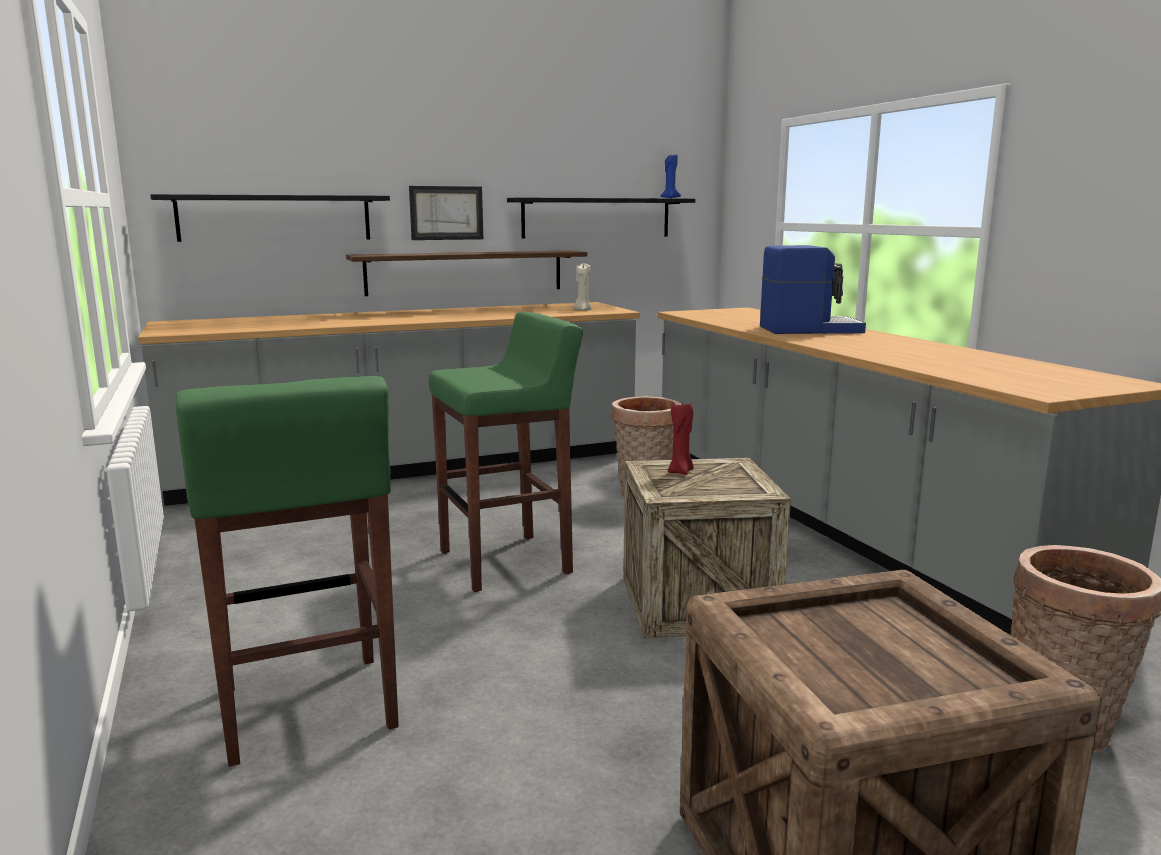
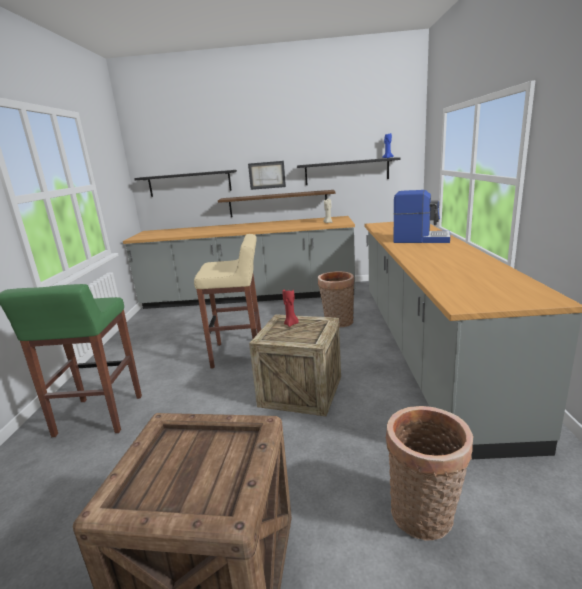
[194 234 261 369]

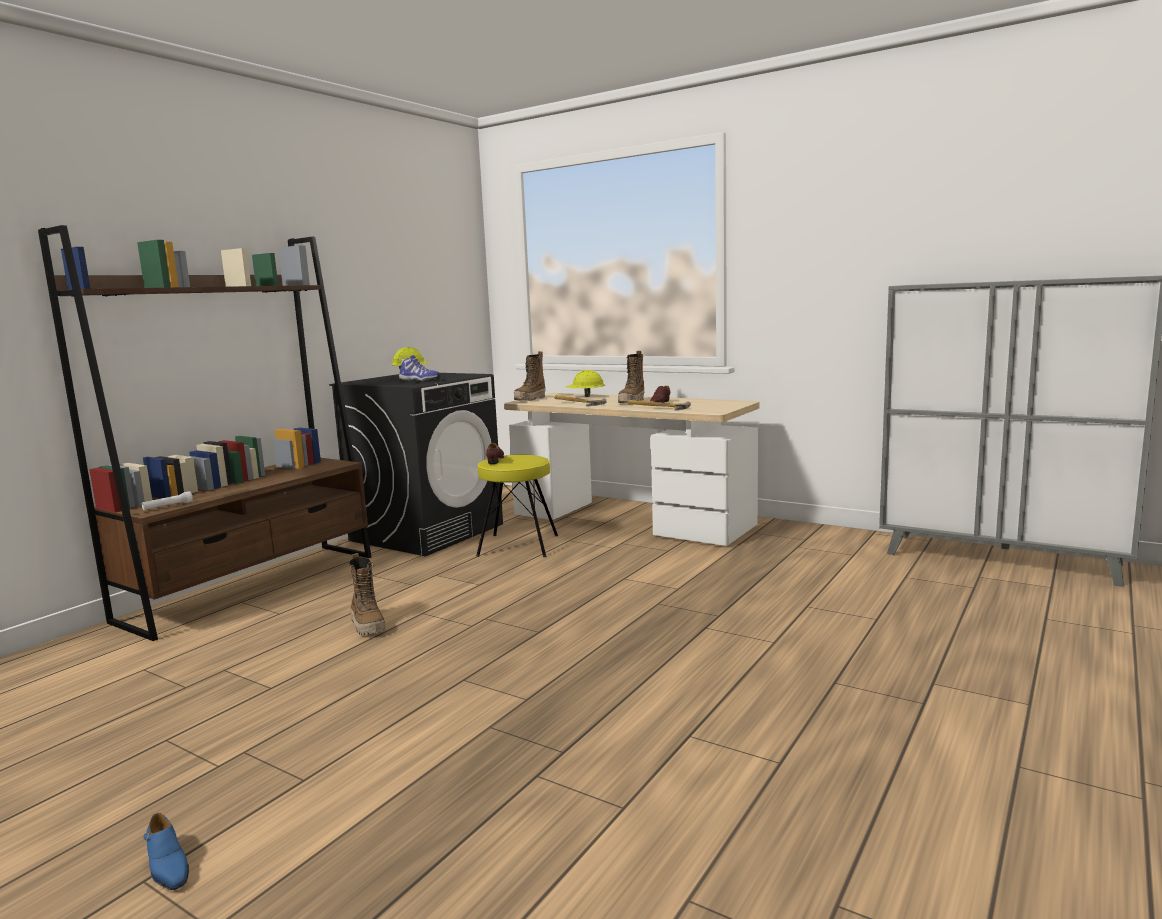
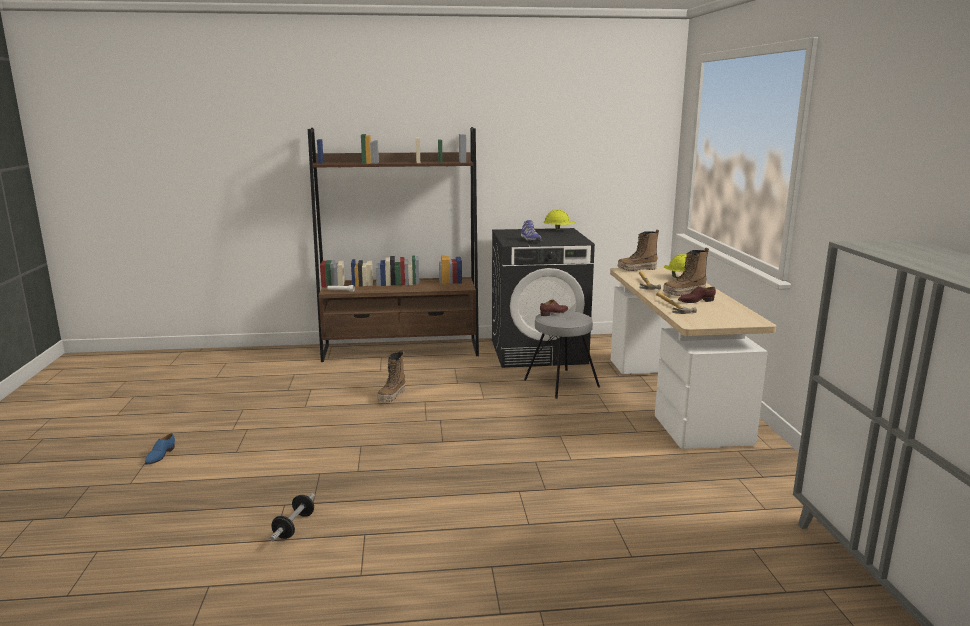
[524 311 600 399]
[270 493 315 541]

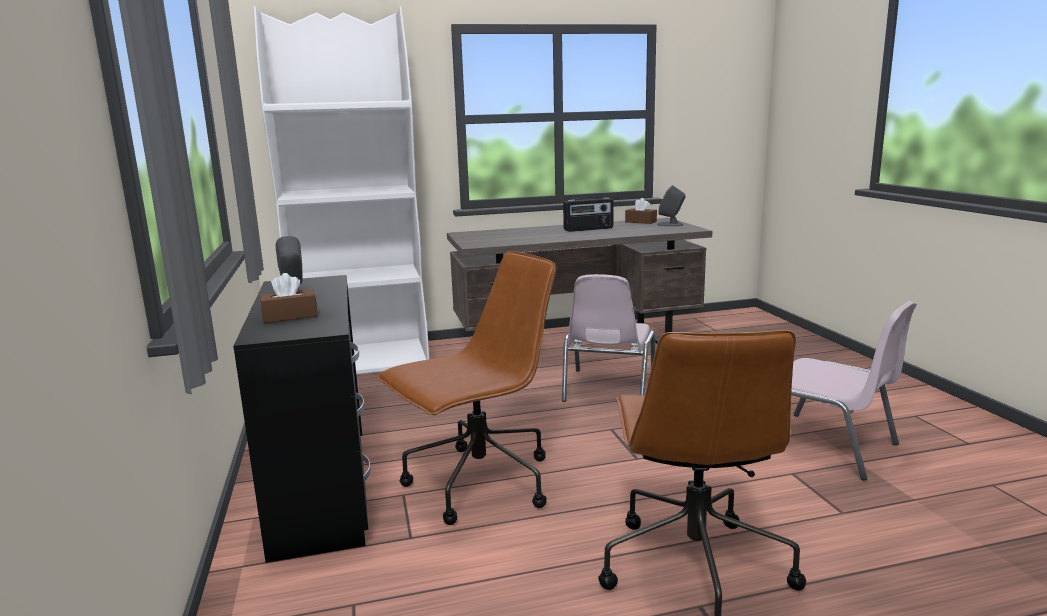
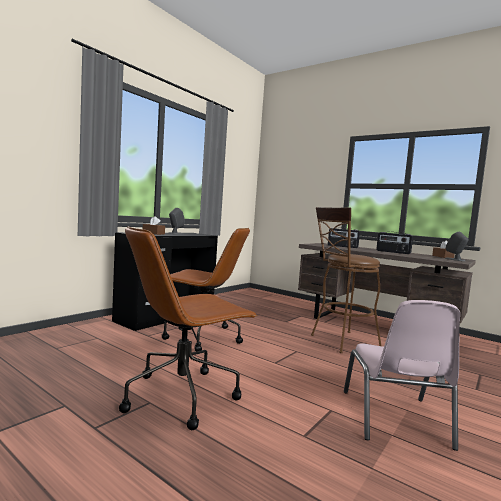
[254 6 429 375] (first image)
[311 207 382 353]
[328 228 360 248]

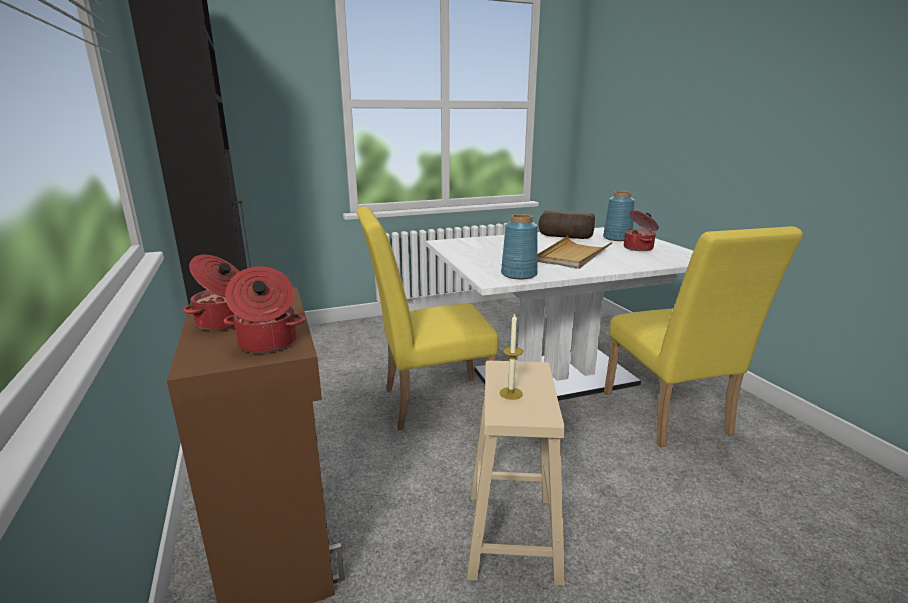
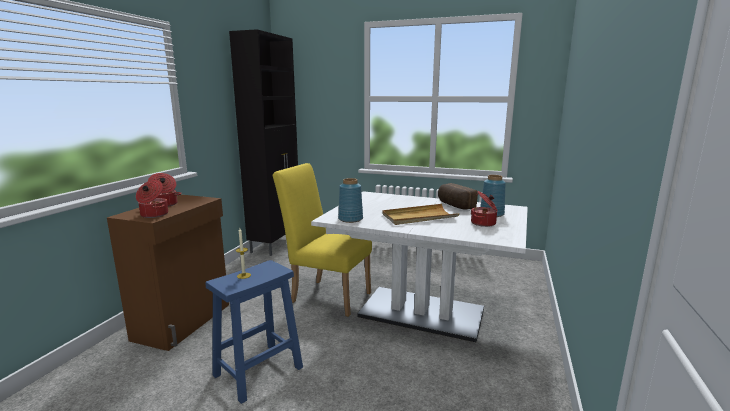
[205 260 303 404]
[604 226 803 447] (first image)

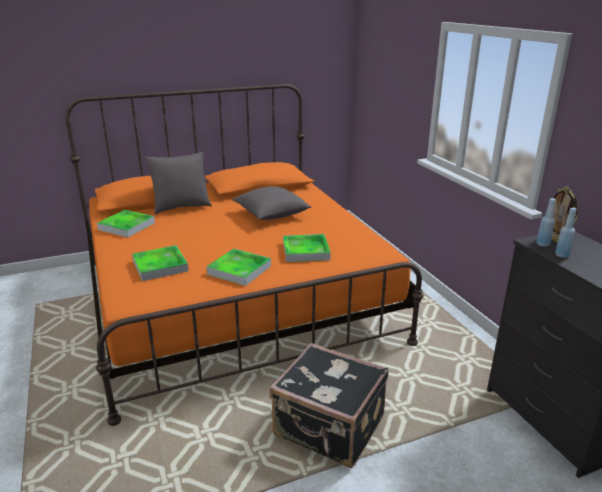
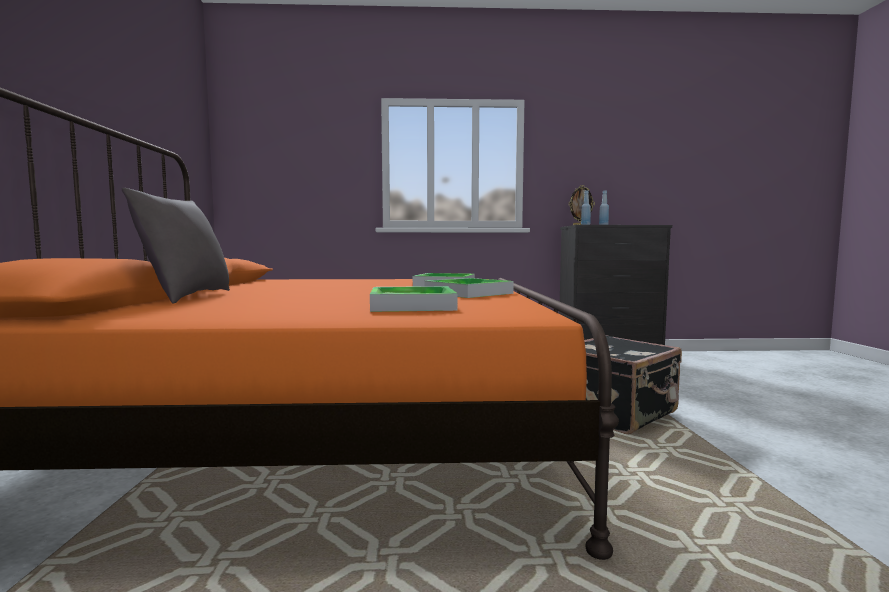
[97 210 155 237] (first image)
[232 186 311 220] (first image)

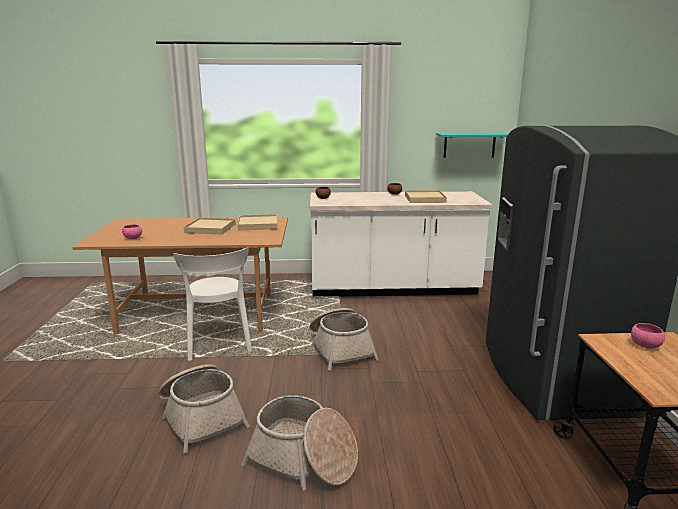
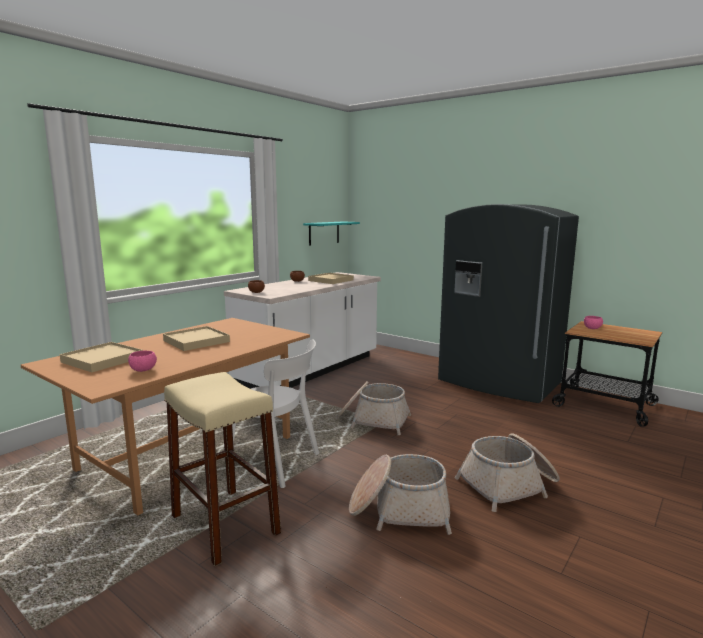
[60 342 143 372]
[164 372 281 566]

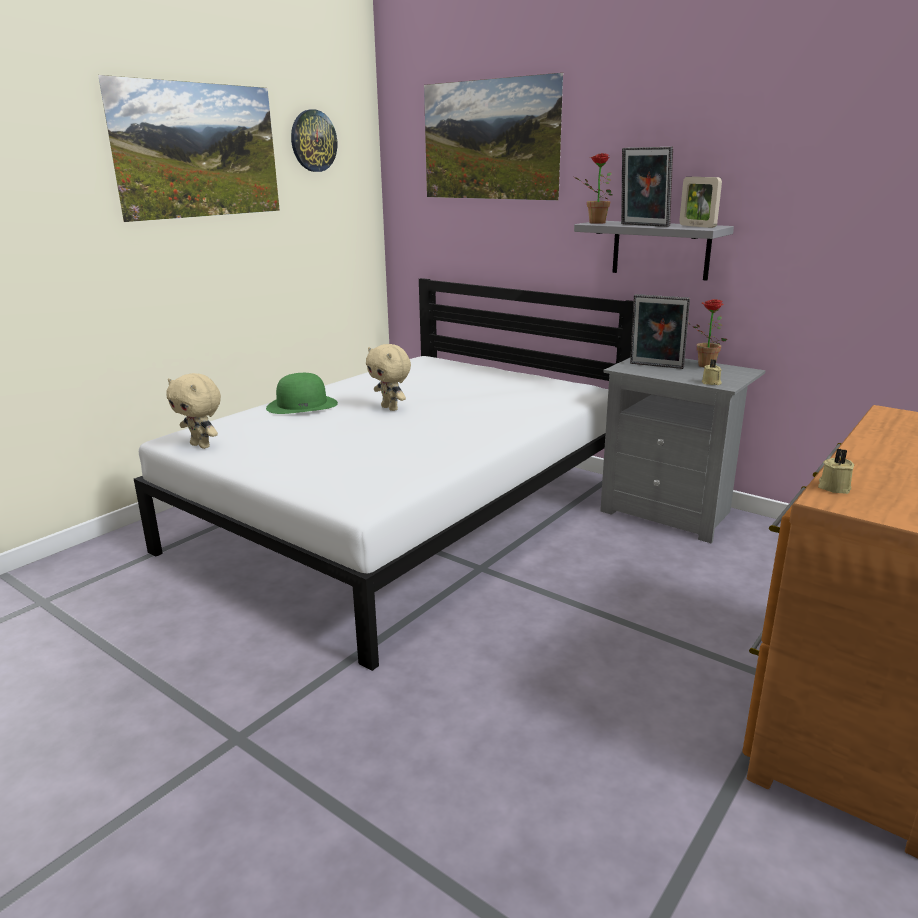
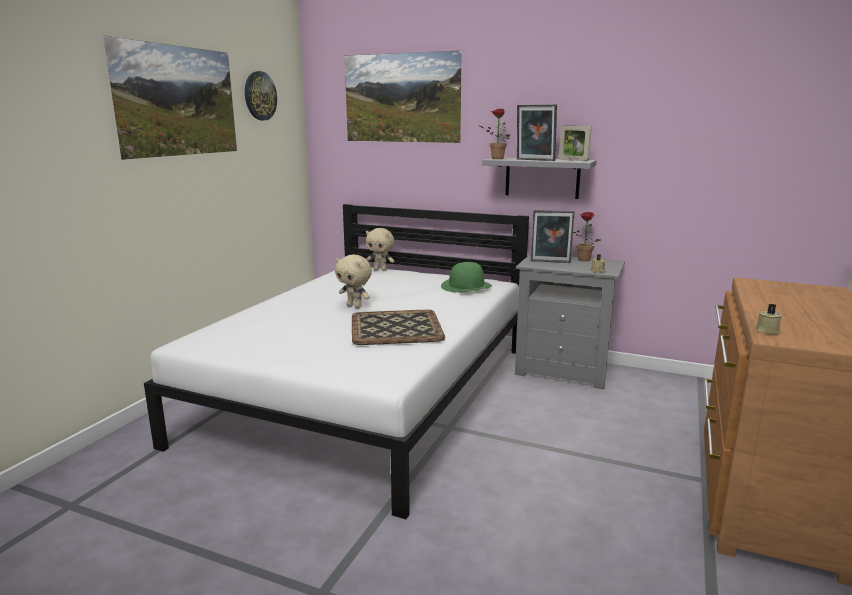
[366 228 395 271]
[441 262 492 293]
[352 309 445 345]

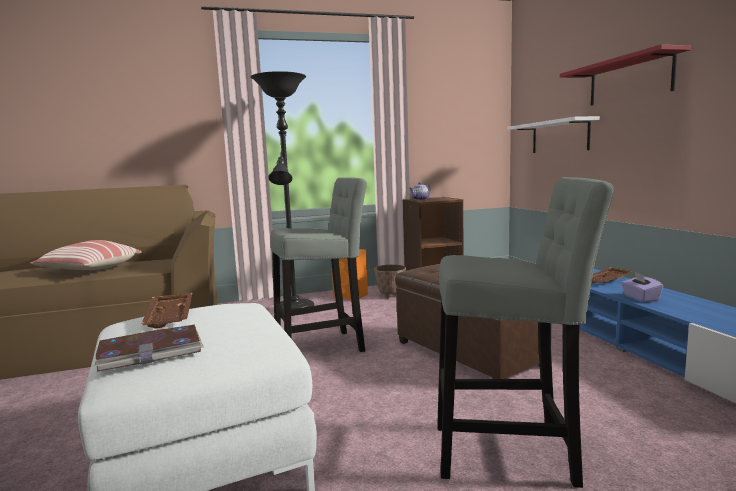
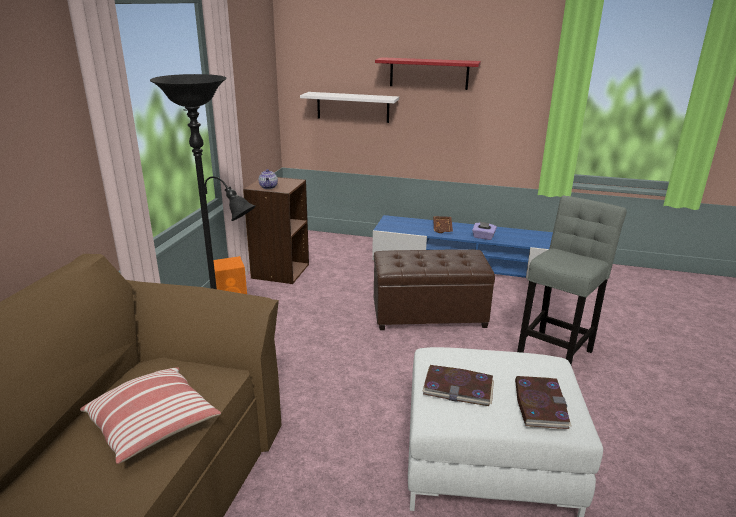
[422 365 494 406]
[270 177 367 352] (first image)
[374 265 406 299] (first image)

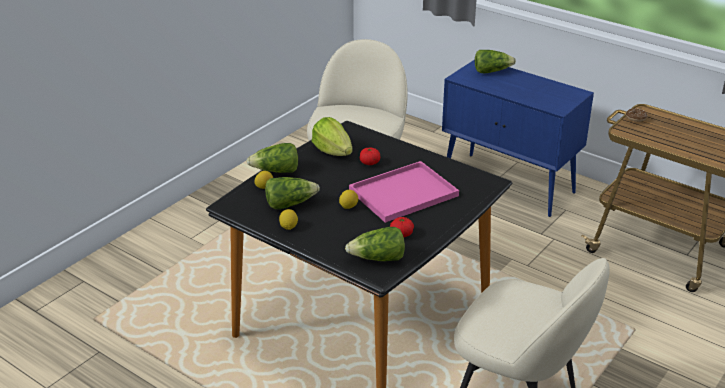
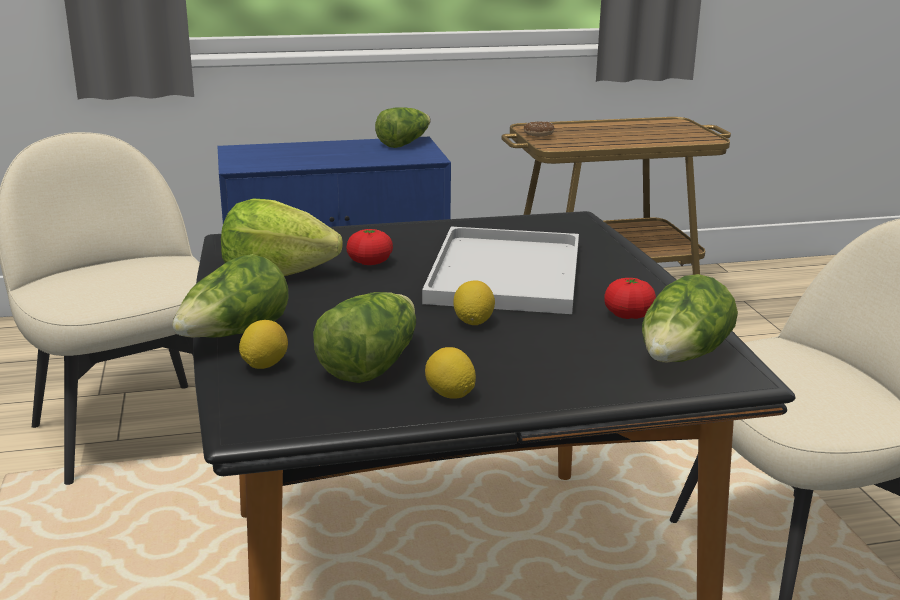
[422 227 579 314]
[375 107 431 148]

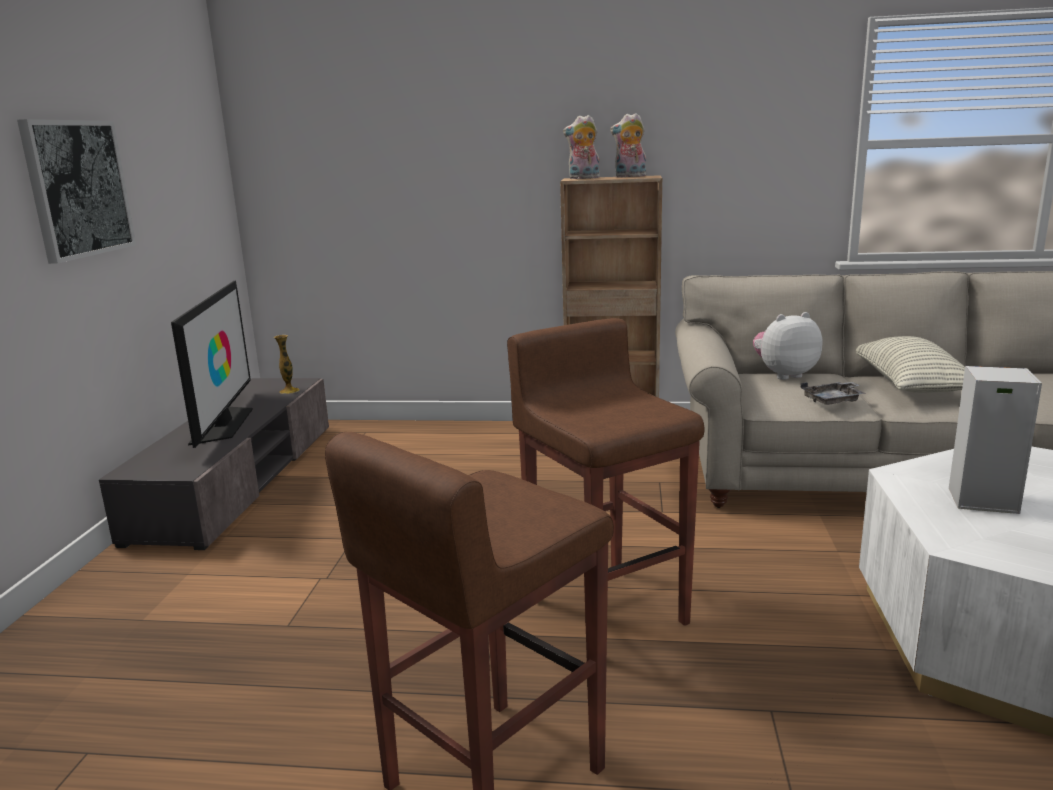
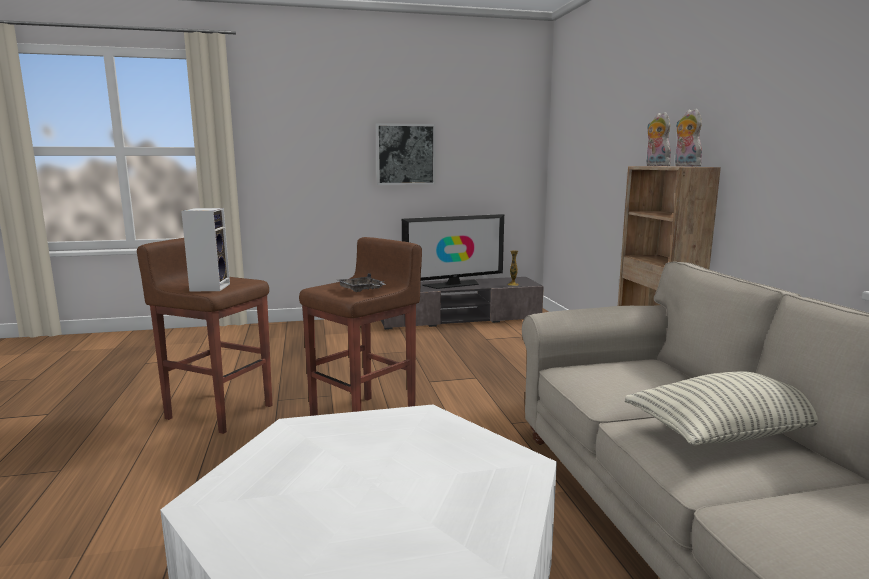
[753 312 822 380] (first image)
[338 273 386 292]
[181 208 230 291]

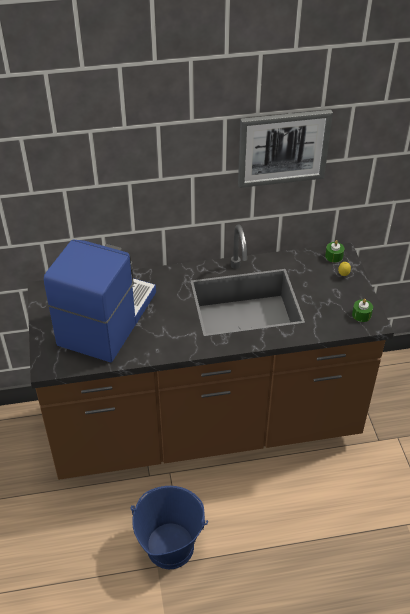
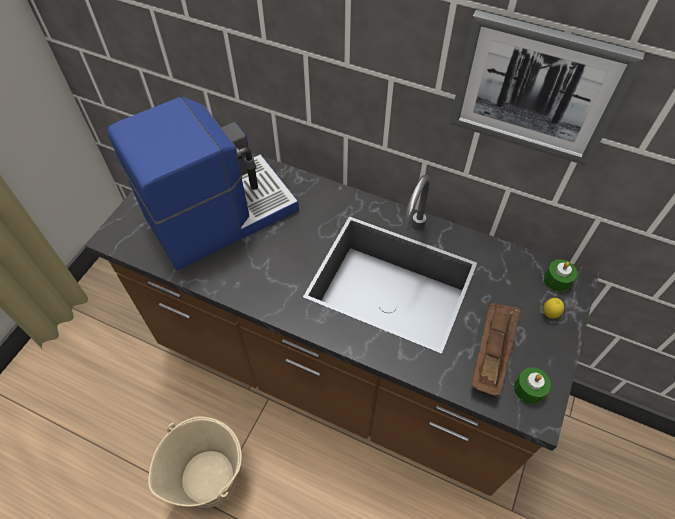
[148 416 242 508]
[472 303 521 397]

